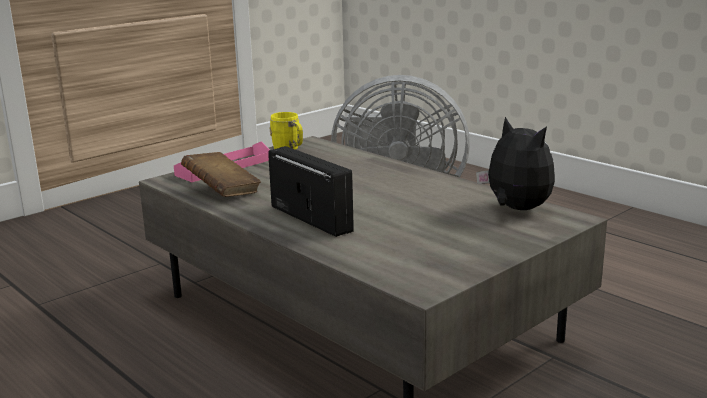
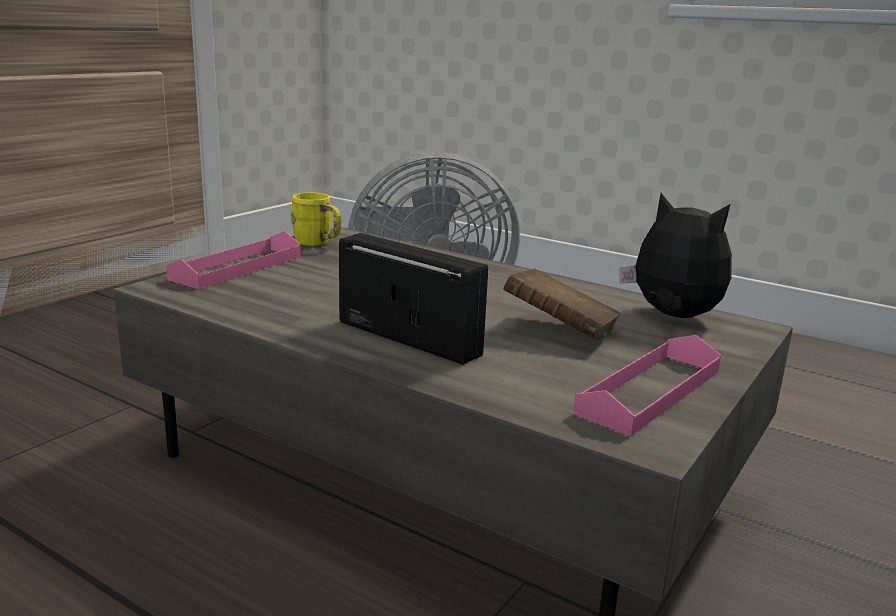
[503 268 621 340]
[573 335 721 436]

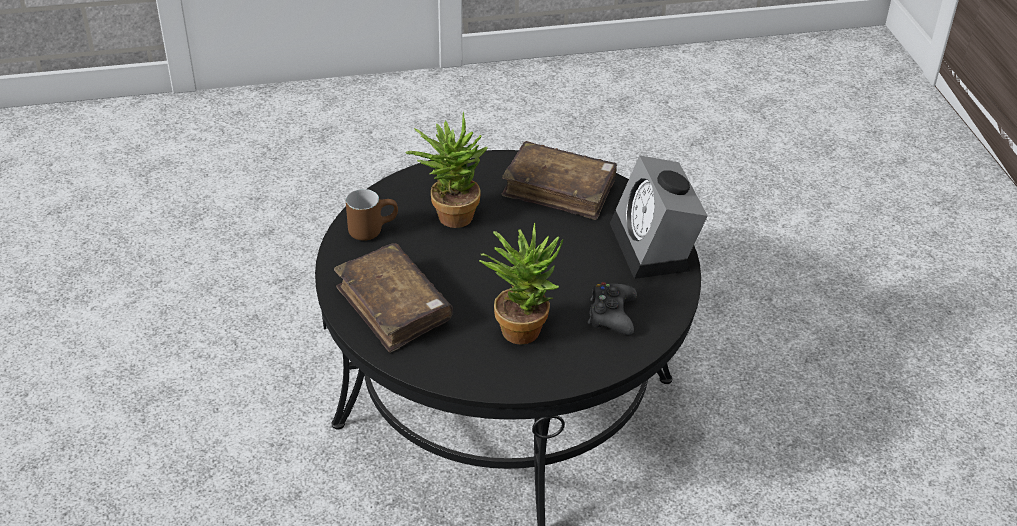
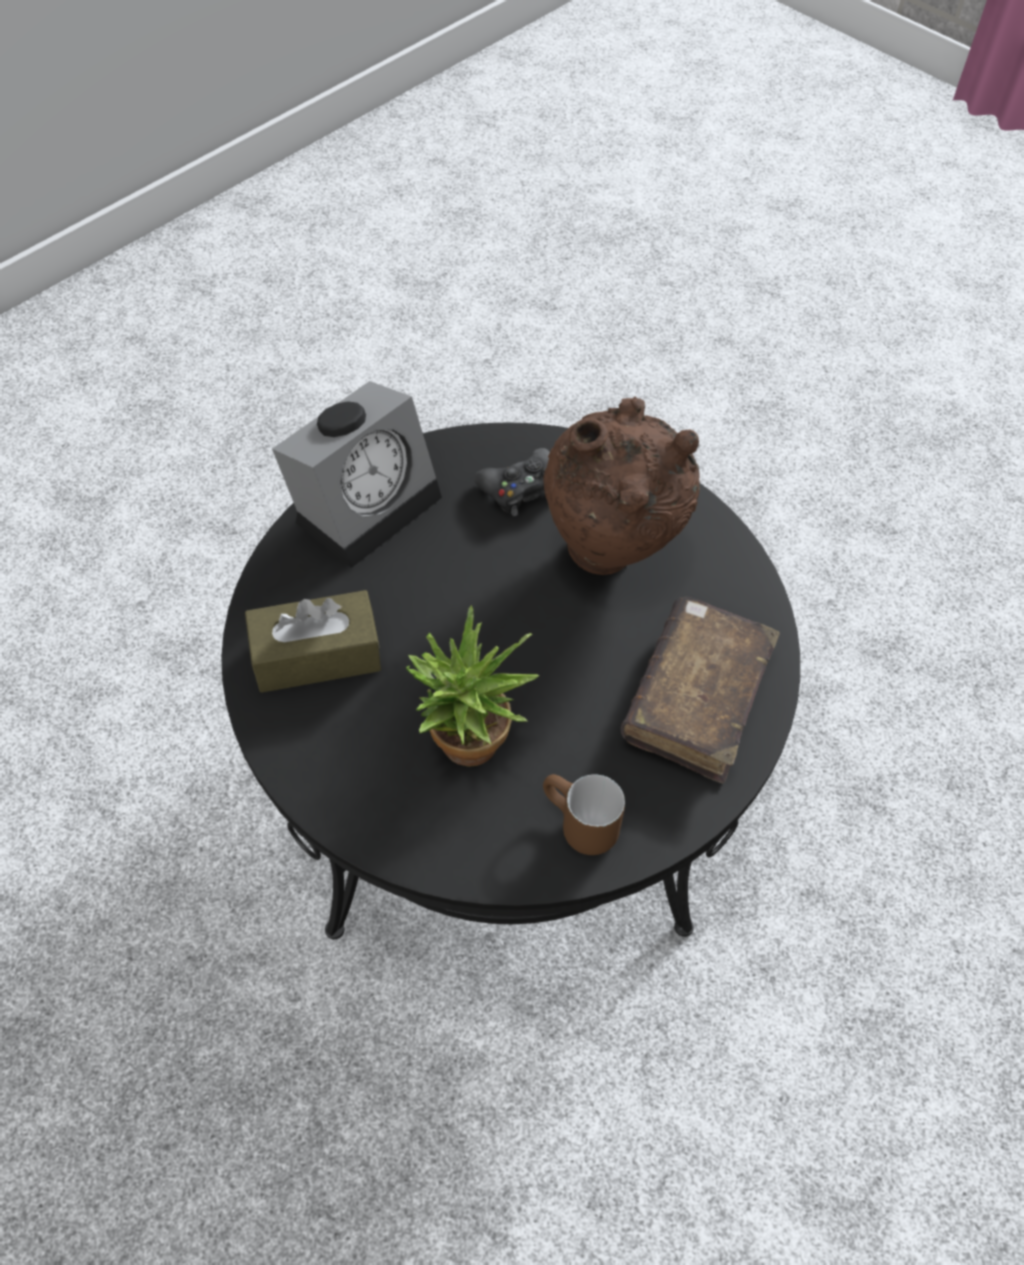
[543 396 700 575]
[245 590 381 693]

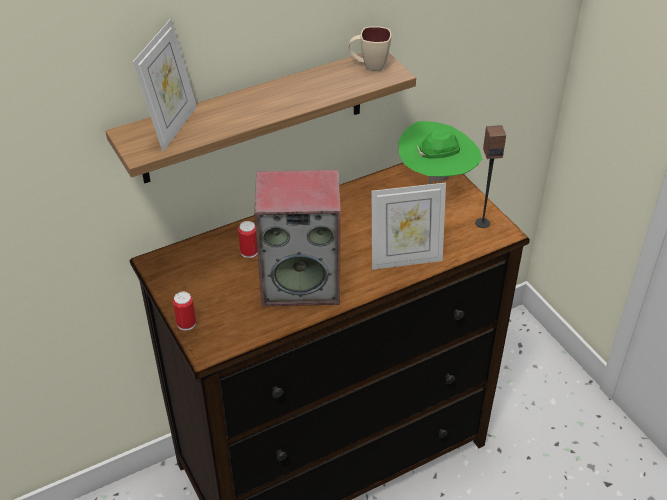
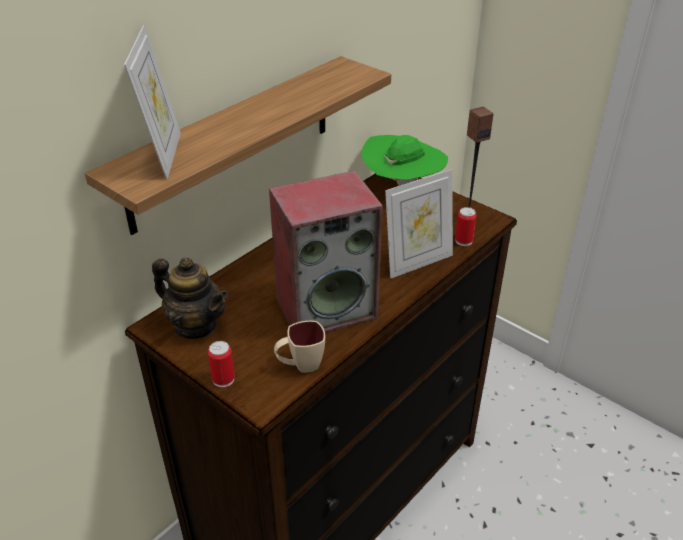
[455 207 477 246]
[274 321 325 373]
[152 257 228 339]

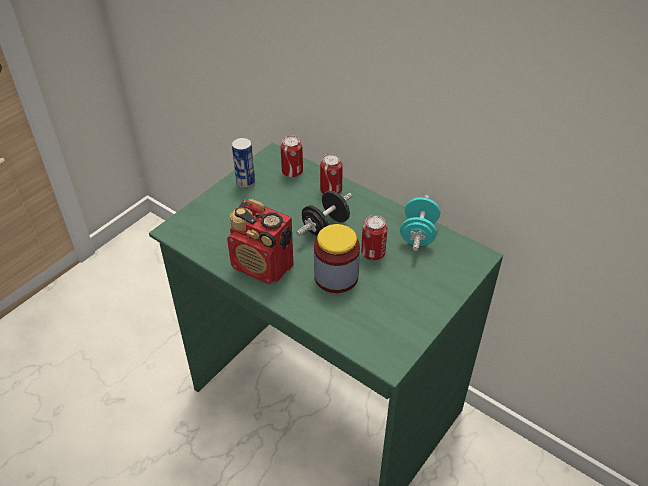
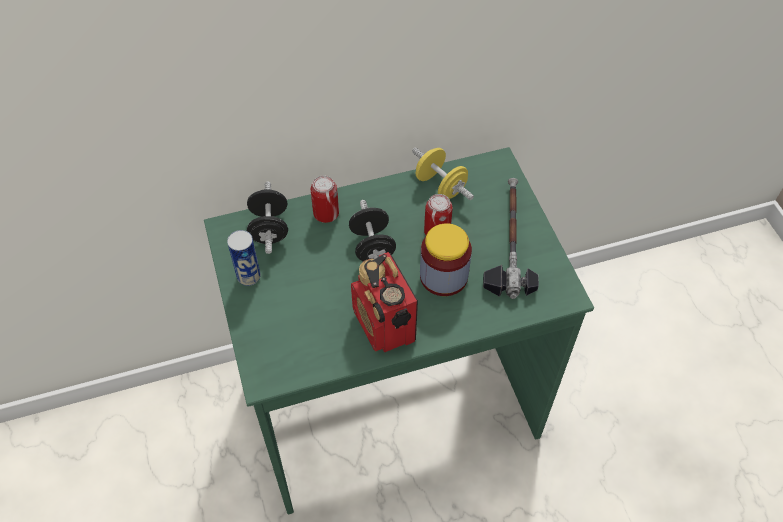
[351 252 418 352]
[247 181 288 254]
[412 148 474 200]
[483 178 539 299]

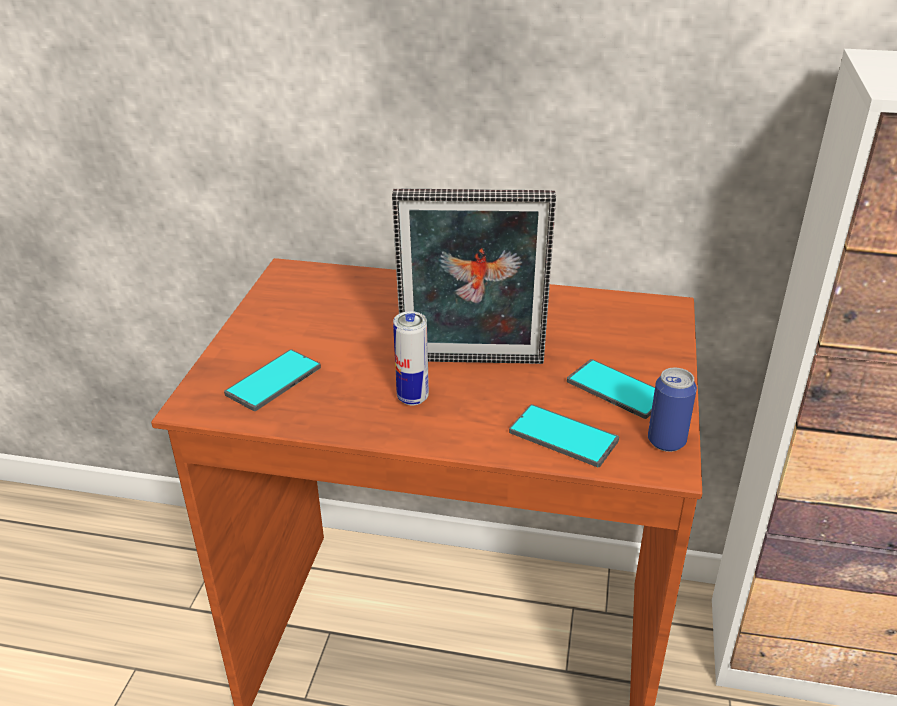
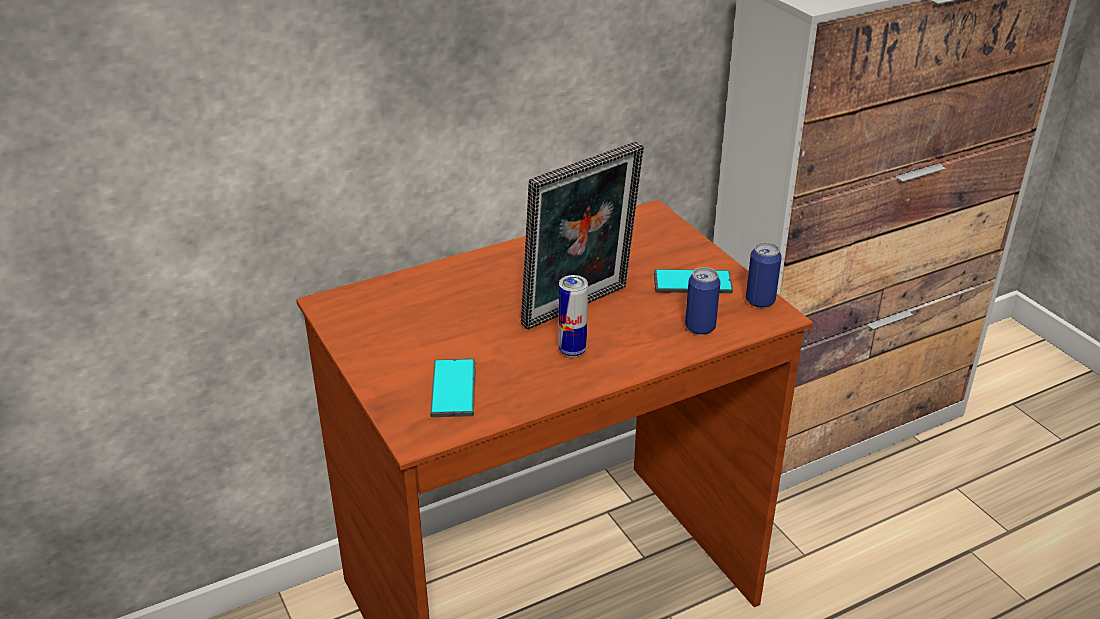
[685 267 720 335]

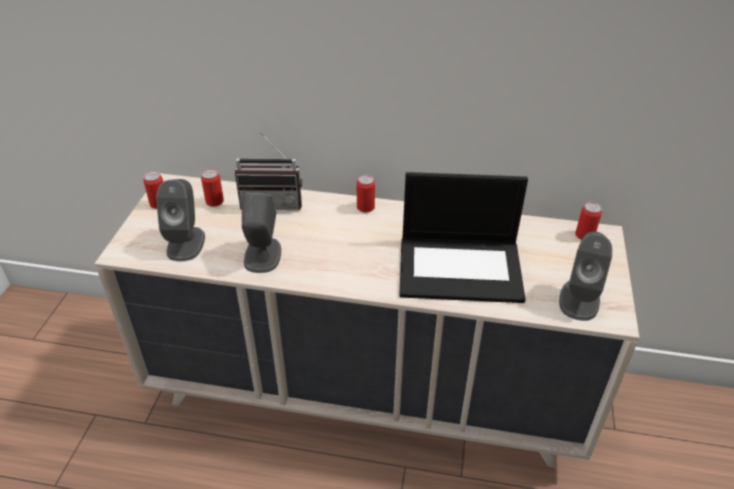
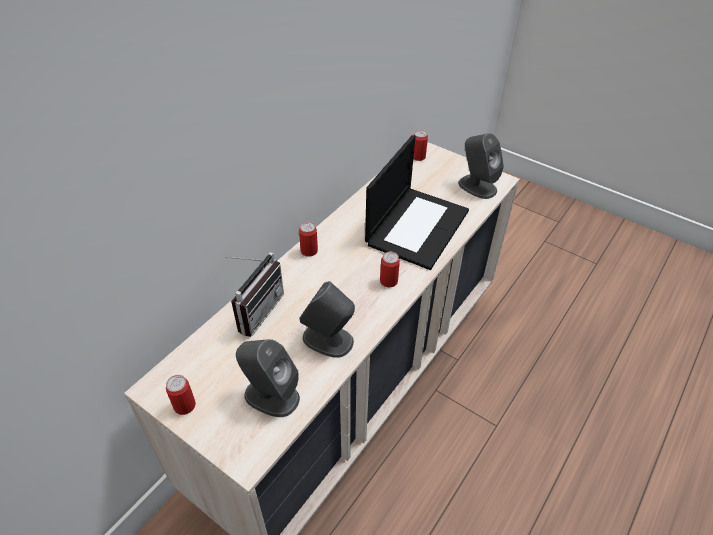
[380 252 400 287]

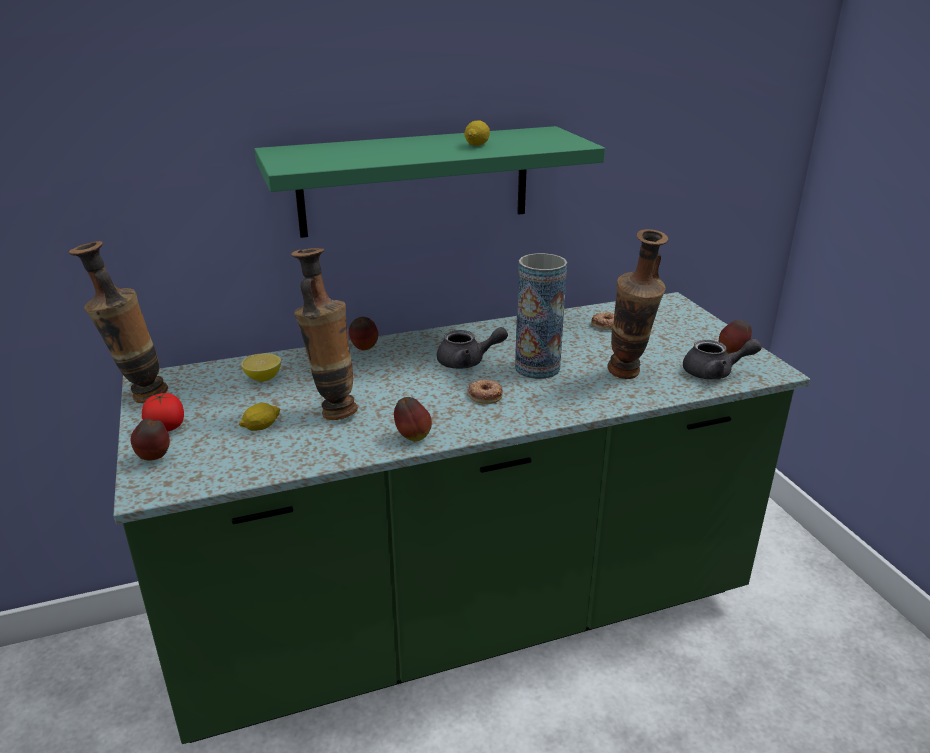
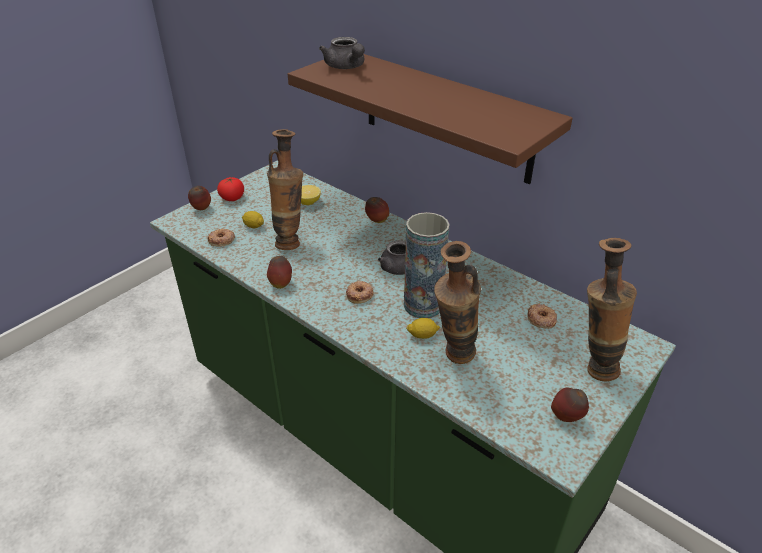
[587 238 637 381]
[288 54 573 184]
[406 318 440 339]
[319 37 365 69]
[208 228 235 246]

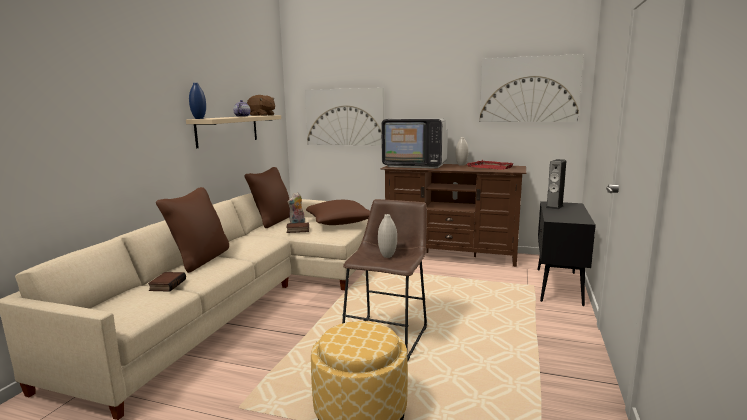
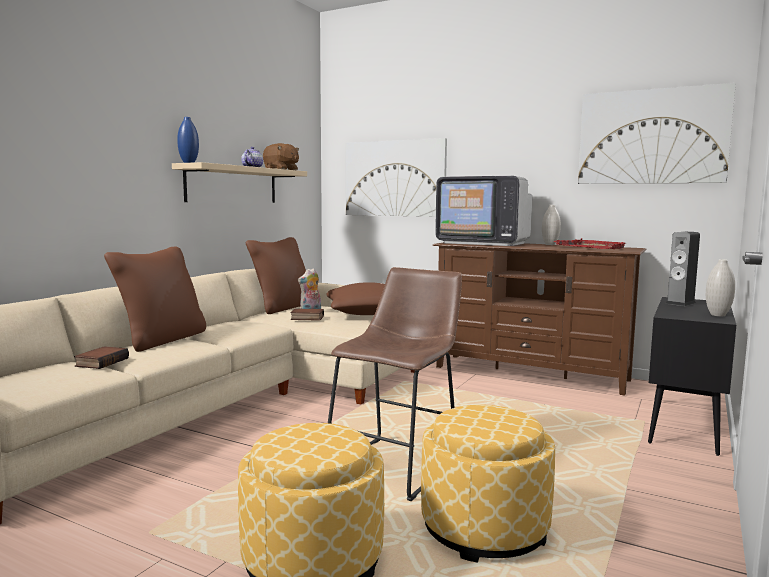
[706 259 735 316]
[421 405 555 563]

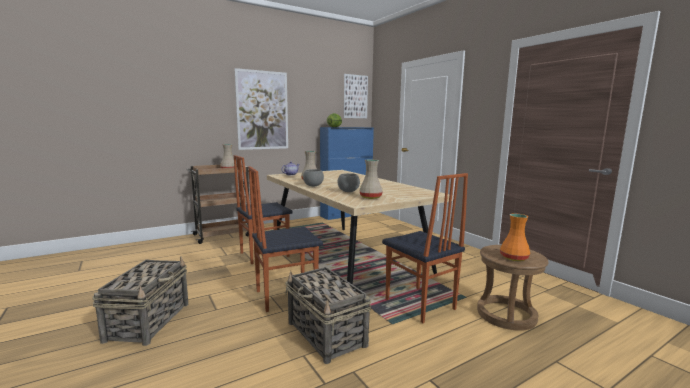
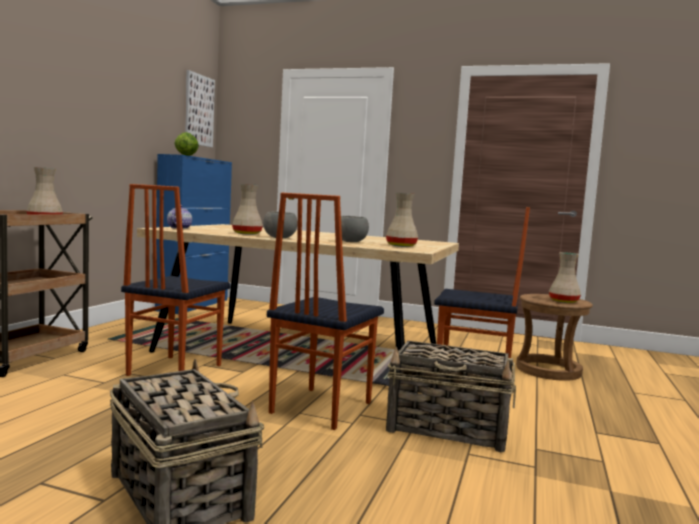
[234 68 288 150] (first image)
[549 252 581 303]

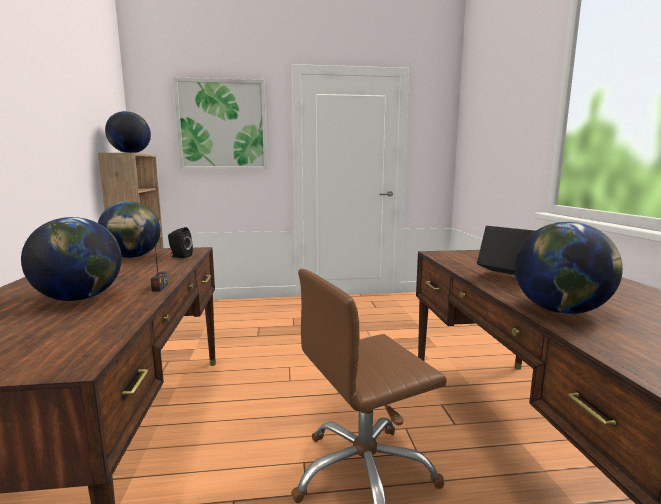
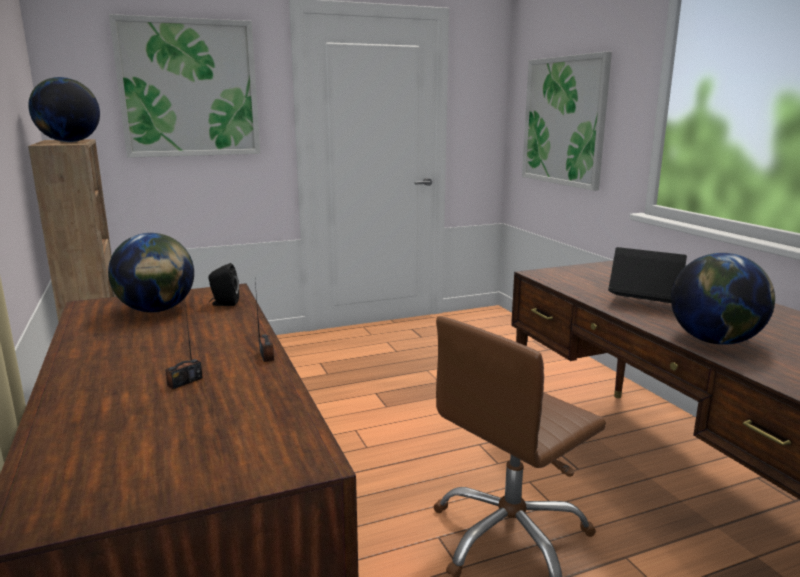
[165 295 203 389]
[522 52 612 191]

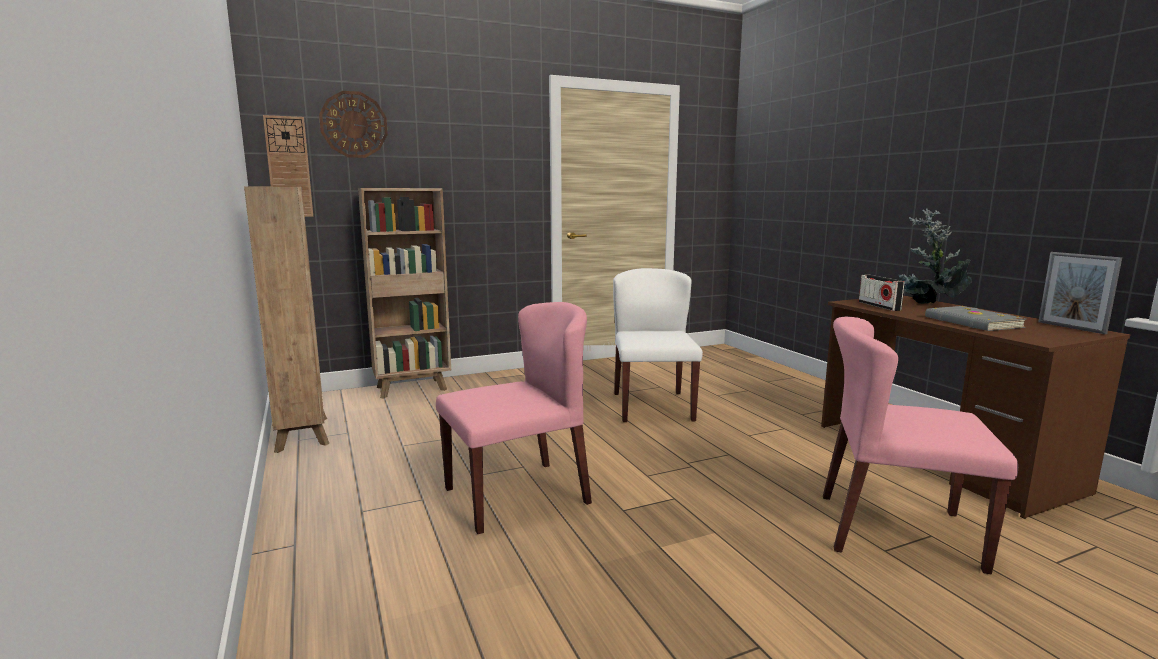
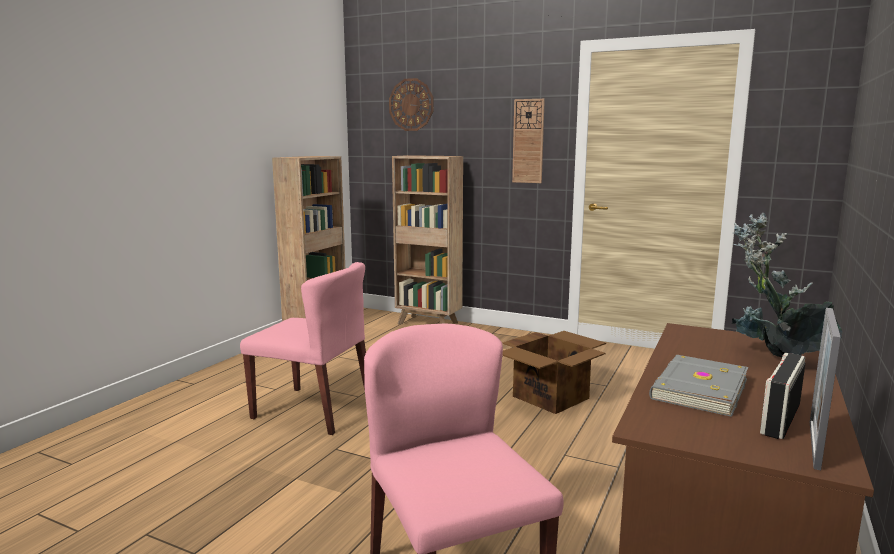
[512 99 545 183]
[502 331 606 414]
[760 353 806 439]

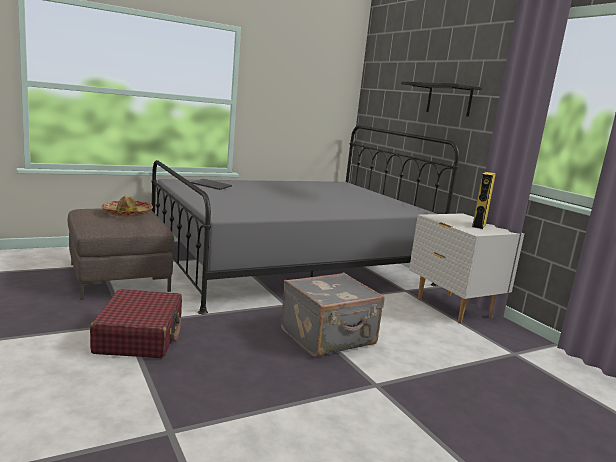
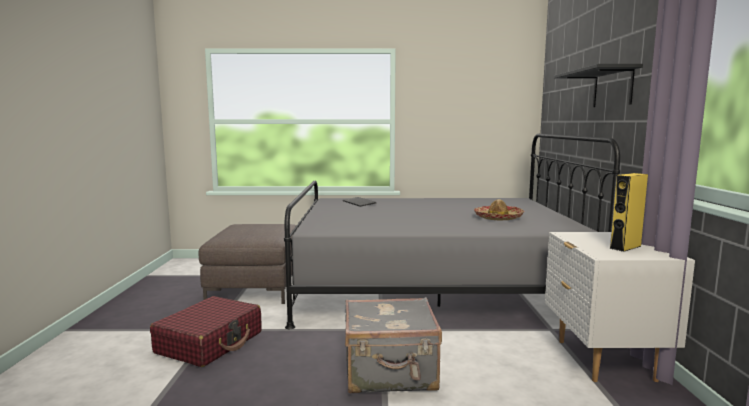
[474 199 525 220]

